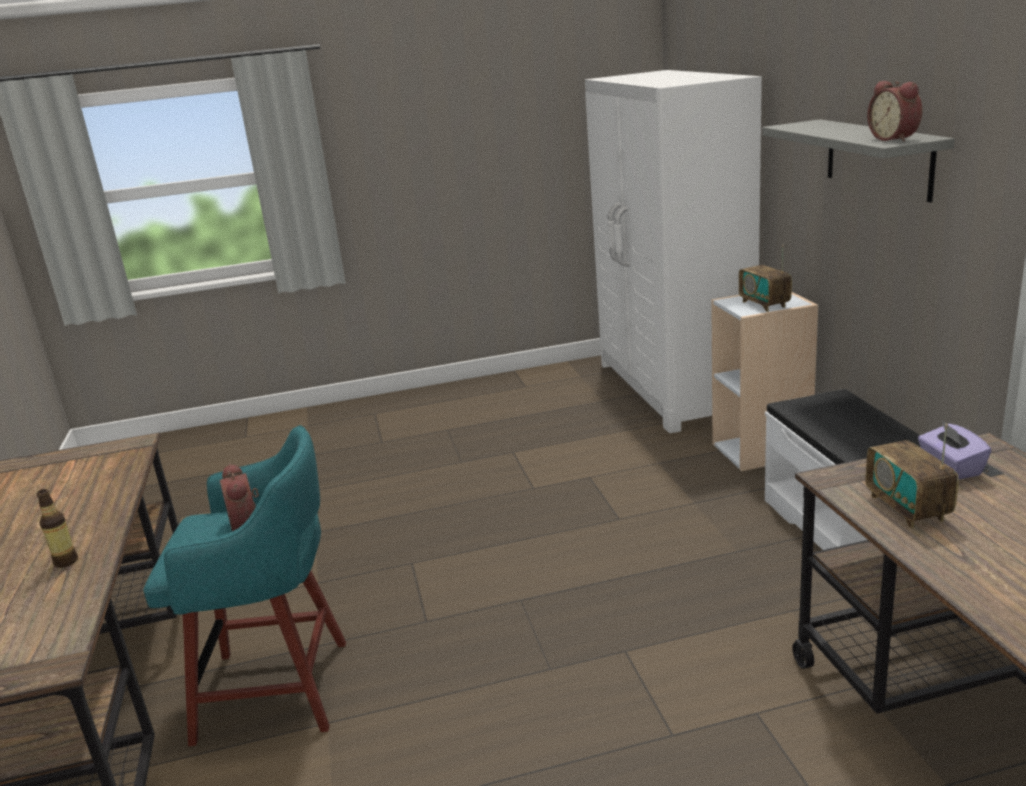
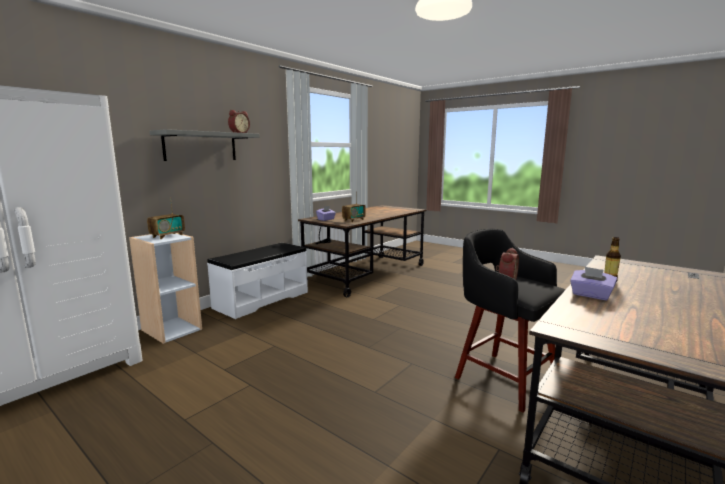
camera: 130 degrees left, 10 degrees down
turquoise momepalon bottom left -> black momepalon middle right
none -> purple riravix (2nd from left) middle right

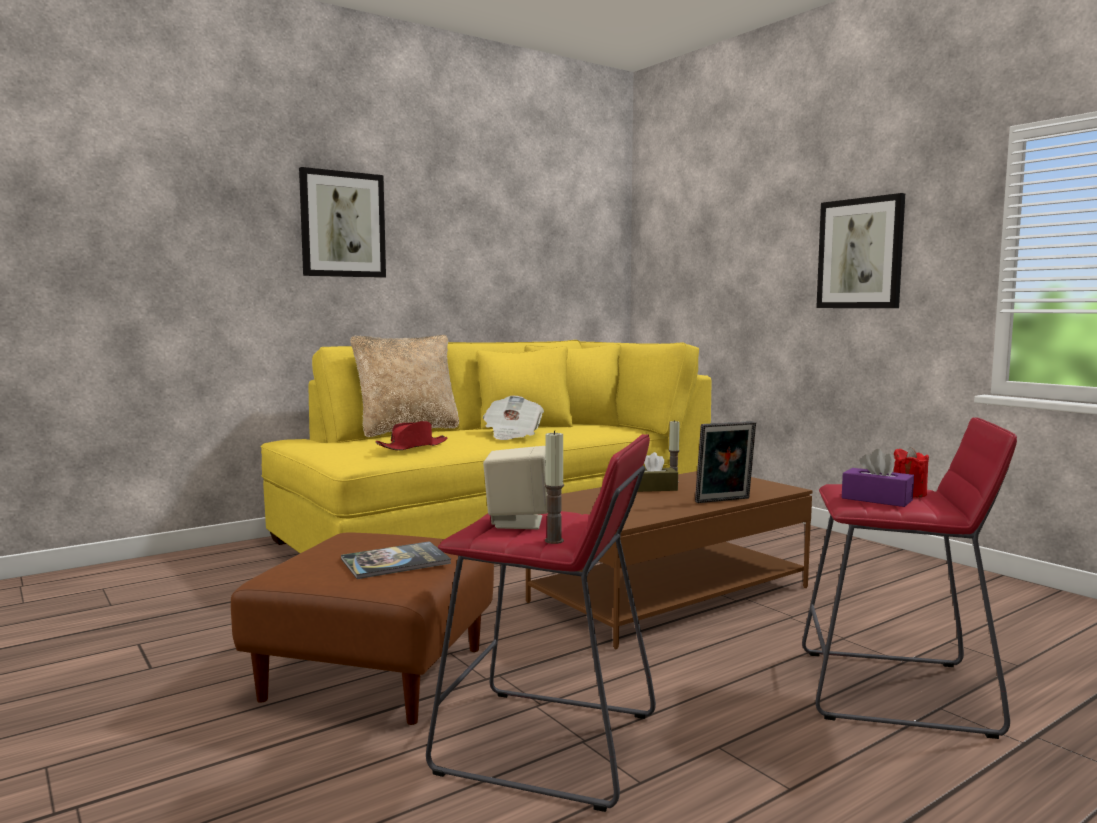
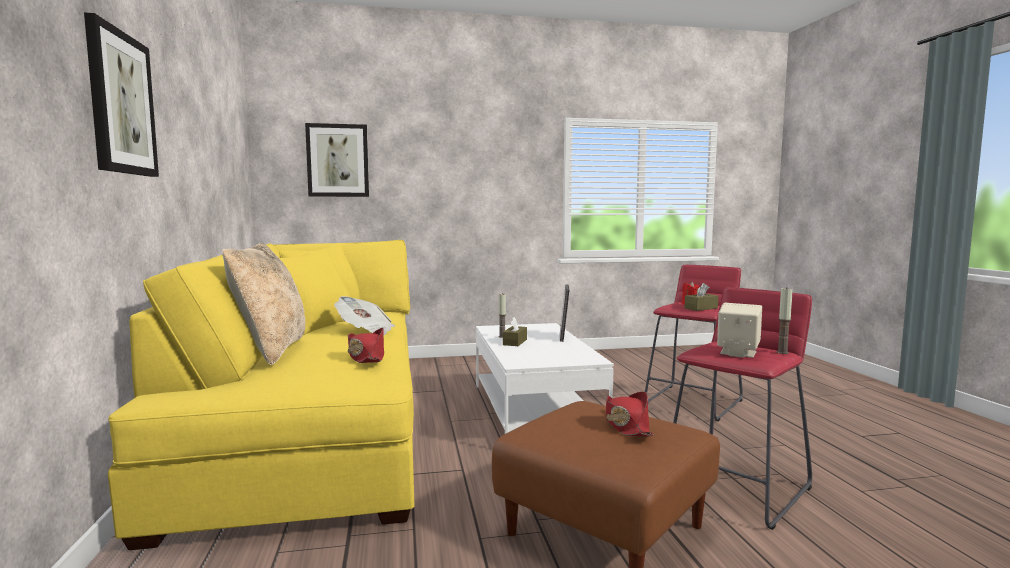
camera: 65 degrees left, 0 degrees up
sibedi bottom centre -> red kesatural (2nd from left) bottom centre
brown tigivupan bottom centre -> white tigivupan centre
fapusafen (2nd from left) top right -> fapusafen (2nd from left) top centre, move
purple riravix middle right -> brown riravix (2nd from left) middle right

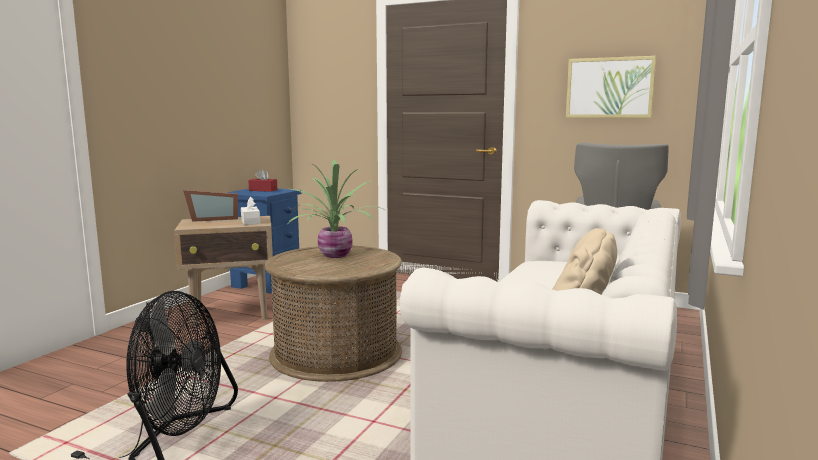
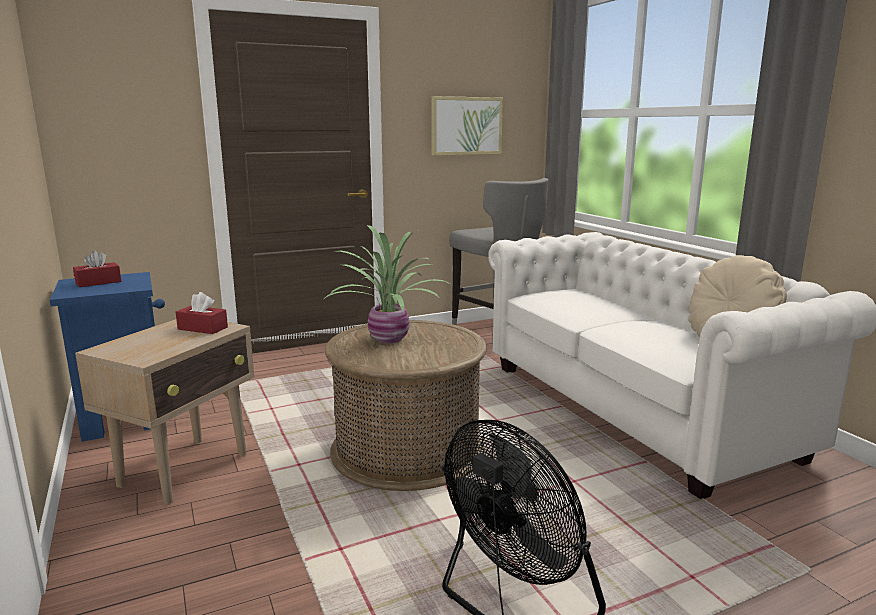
camera: 50 degrees left, 5 degrees up
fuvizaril middle left -> none
white riravix middle left -> red riravix (2nd from left) middle left

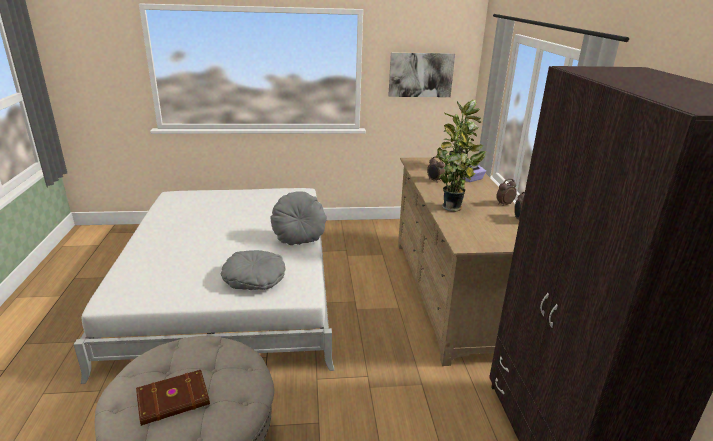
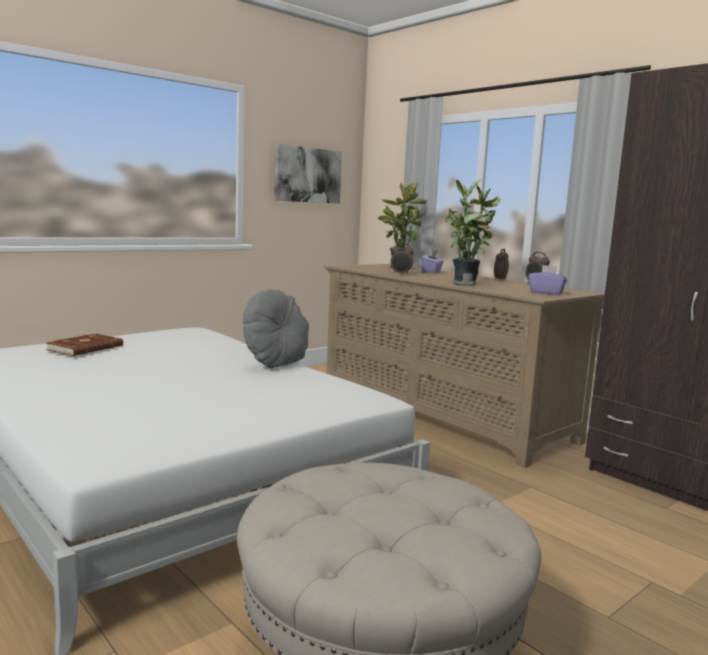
camera: 35 degrees left, 15 degrees down
brown sibedi bottom left -> brown sibedi middle left, move
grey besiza (1st from left) centre -> none
none -> purple riravix (2nd from left) middle right

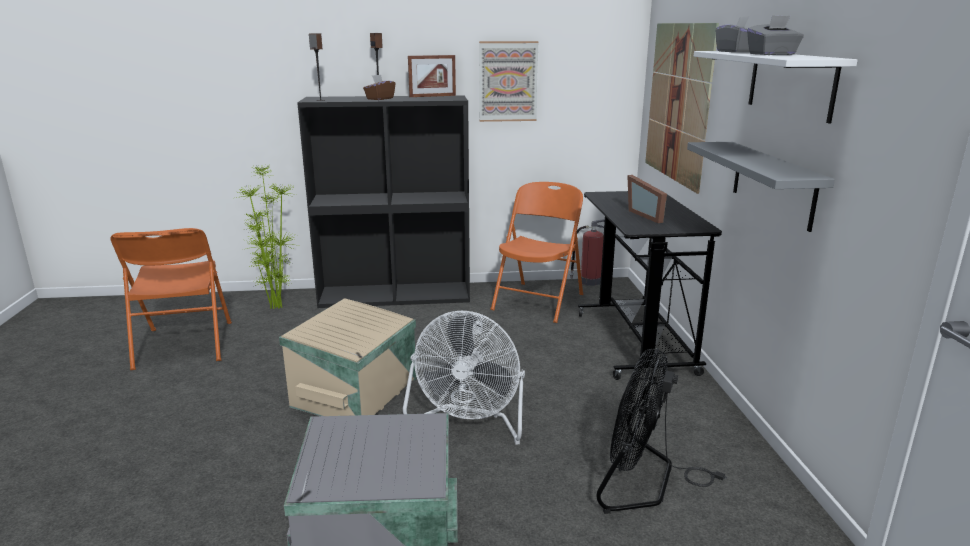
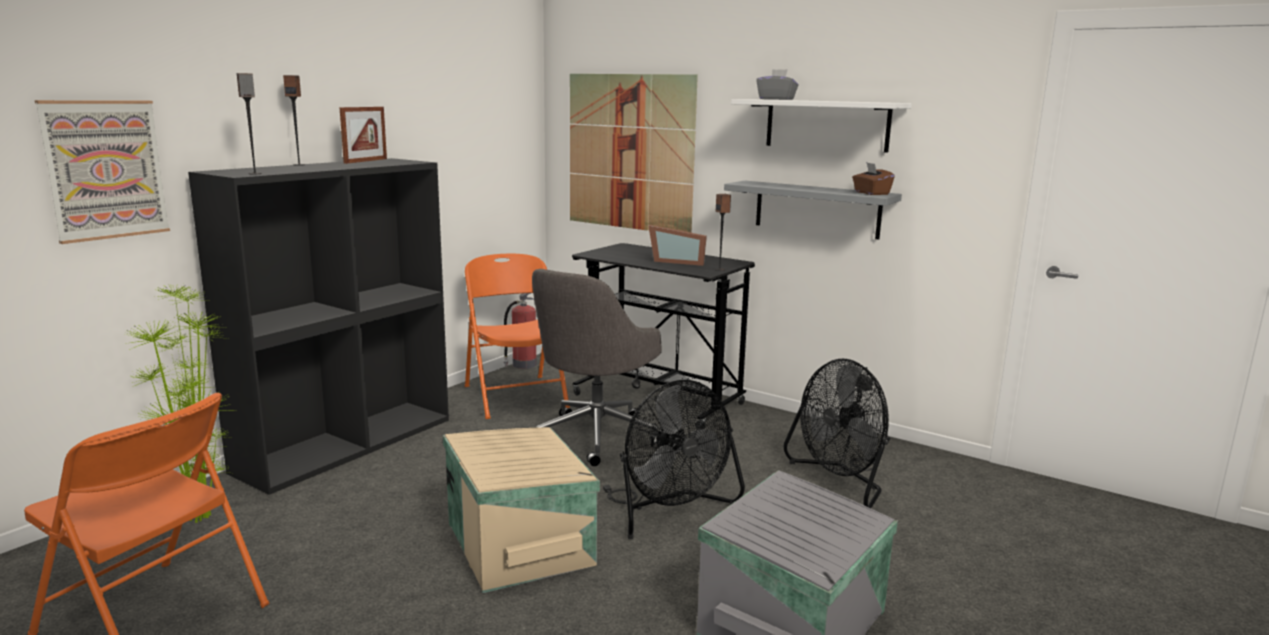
camera: 50 degrees left, 5 degrees down
brown riravix top centre -> brown riravix top right, move
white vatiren bottom centre -> black vatiren (1st from left) bottom centre
fapusafen (1st from left) top centre -> fapusafen (1st from left) top left, move
grey riravix (2nd from left) top right -> none
none -> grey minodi centre
none -> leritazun (3rd from left) centre

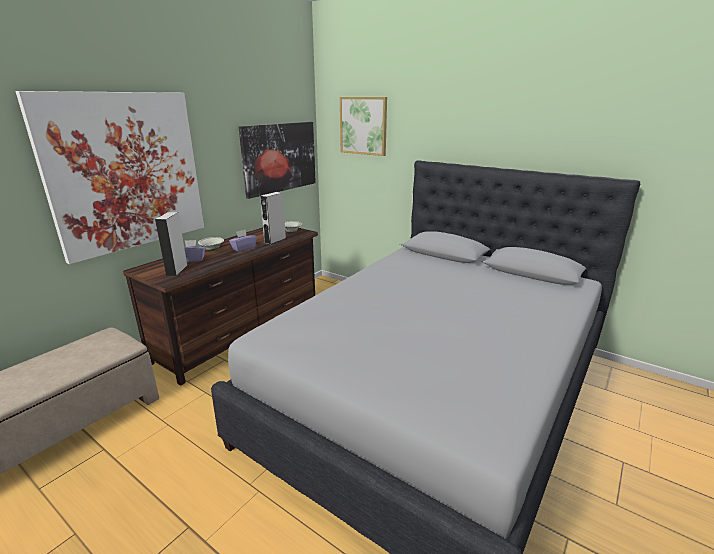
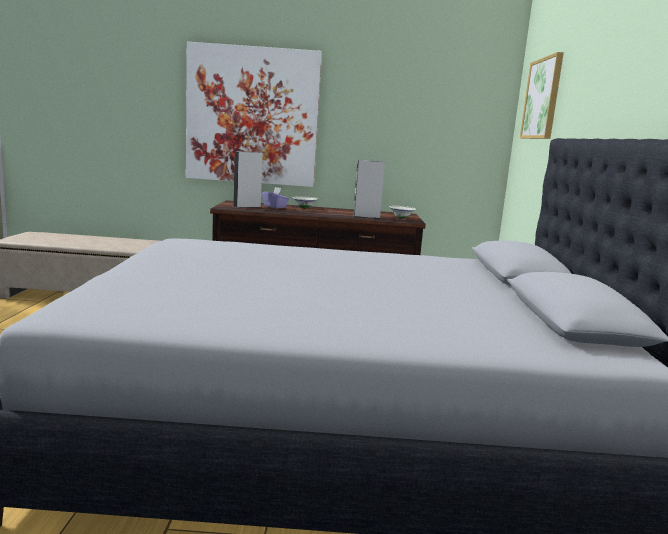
camera: 55 degrees right, 10 degrees down
purple riravix (2nd from left) centre -> none
fapusafen (2nd from left) top centre -> none

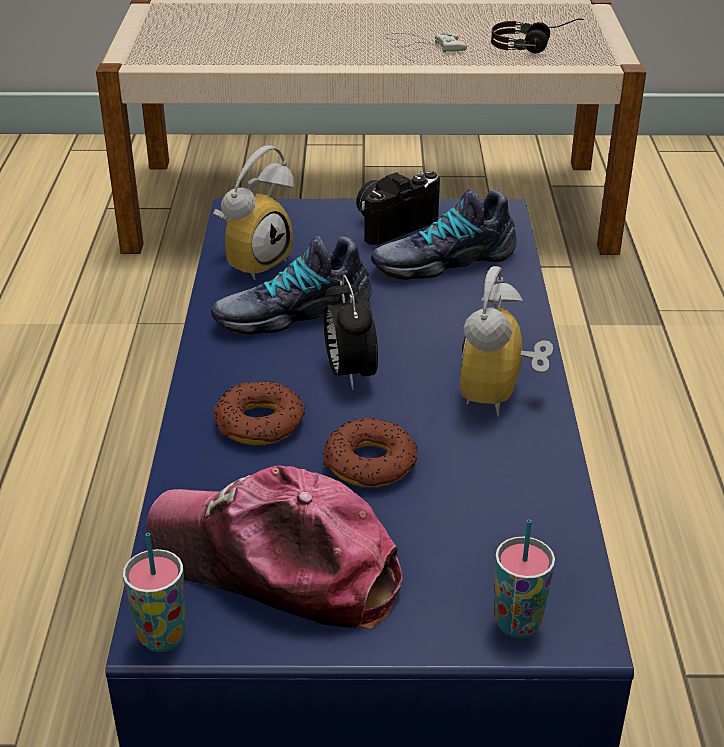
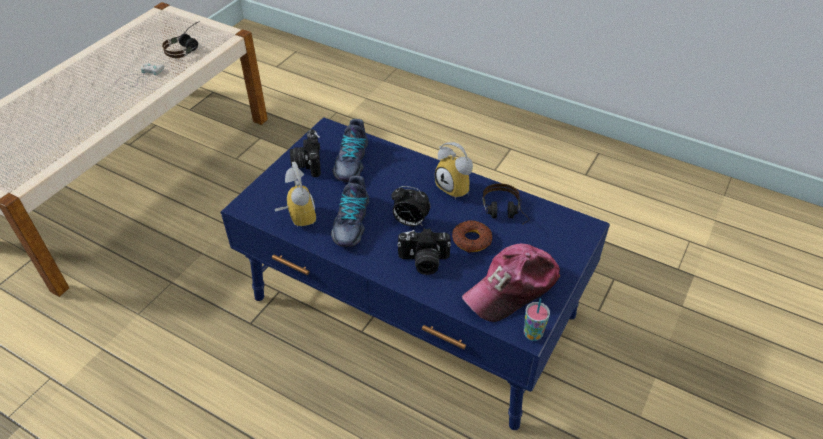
camera: 60 degrees left, 10 degrees up
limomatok (1st from left) centre -> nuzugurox (2nd from left) centre
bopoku (2nd from left) bottom right -> none
none -> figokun (2nd from left) centre

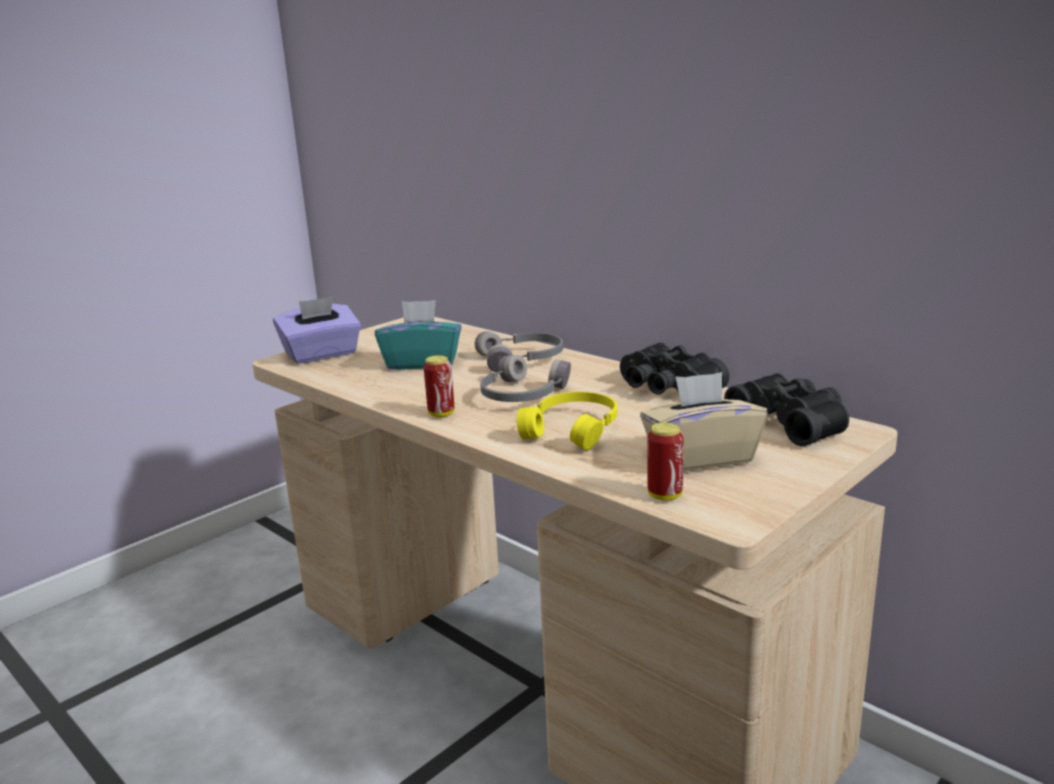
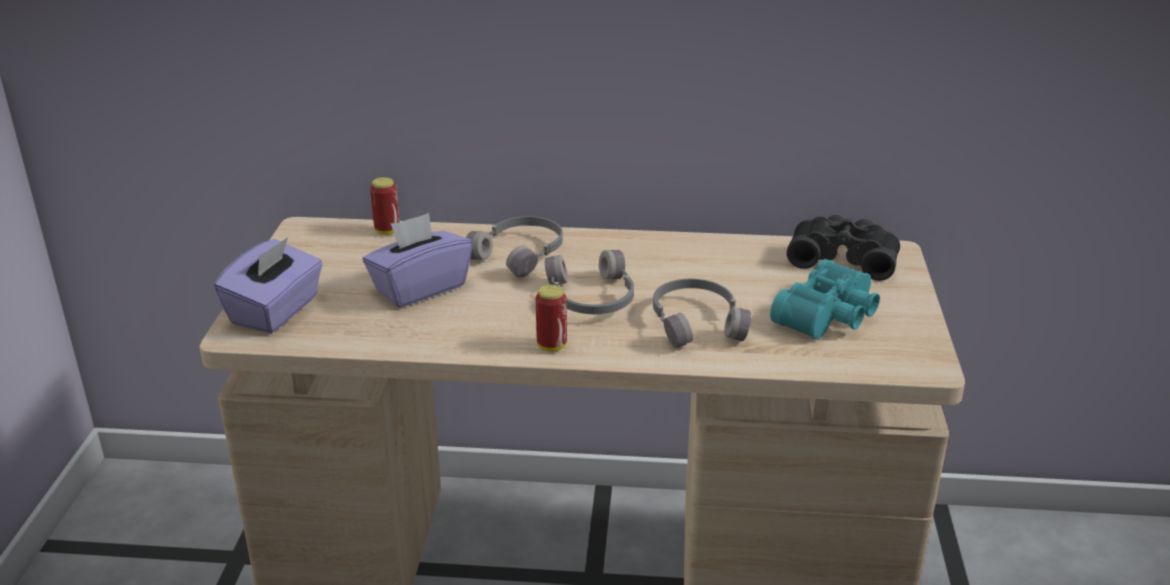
camera: 40 degrees left, 10 degrees up
turquoise riravix centre -> purple riravix (2nd from left) centre
yellow figokun centre -> grey figokun (3rd from left) centre
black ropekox (1st from left) centre -> none
beige riravix middle right -> turquoise ropekox middle right
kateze (2nd from left in the first image) centre -> kateze (1st from left) middle left, move

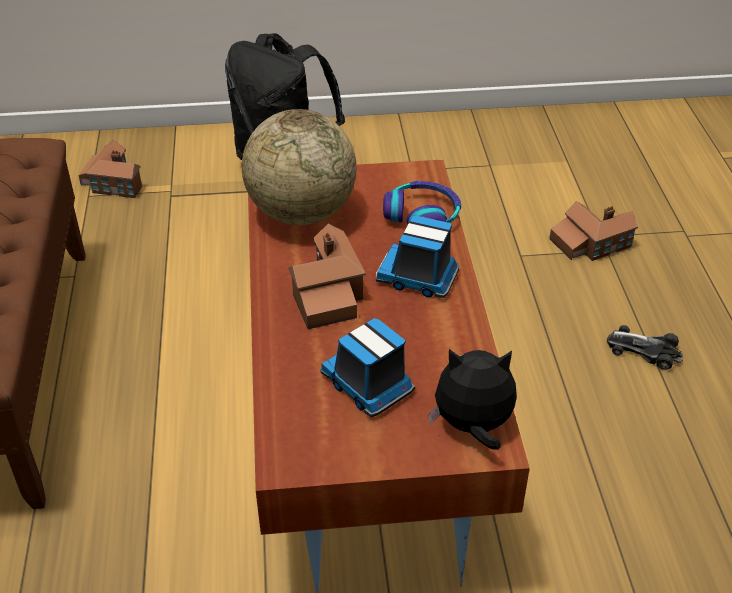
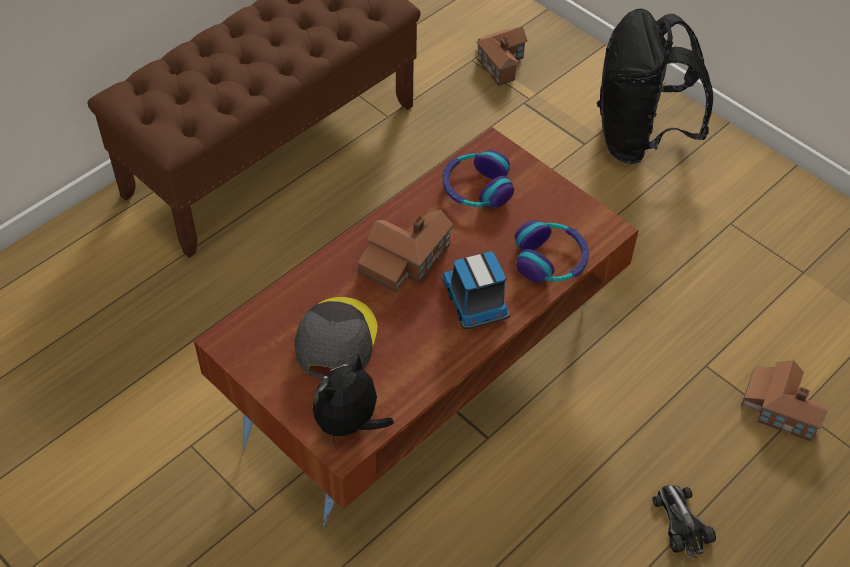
camera: 50 degrees right, 10 degrees up
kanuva top centre -> figokun (1st from left) top centre
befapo (1st from left) centre -> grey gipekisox centre
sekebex bottom centre, 105 degrees counterclockwise

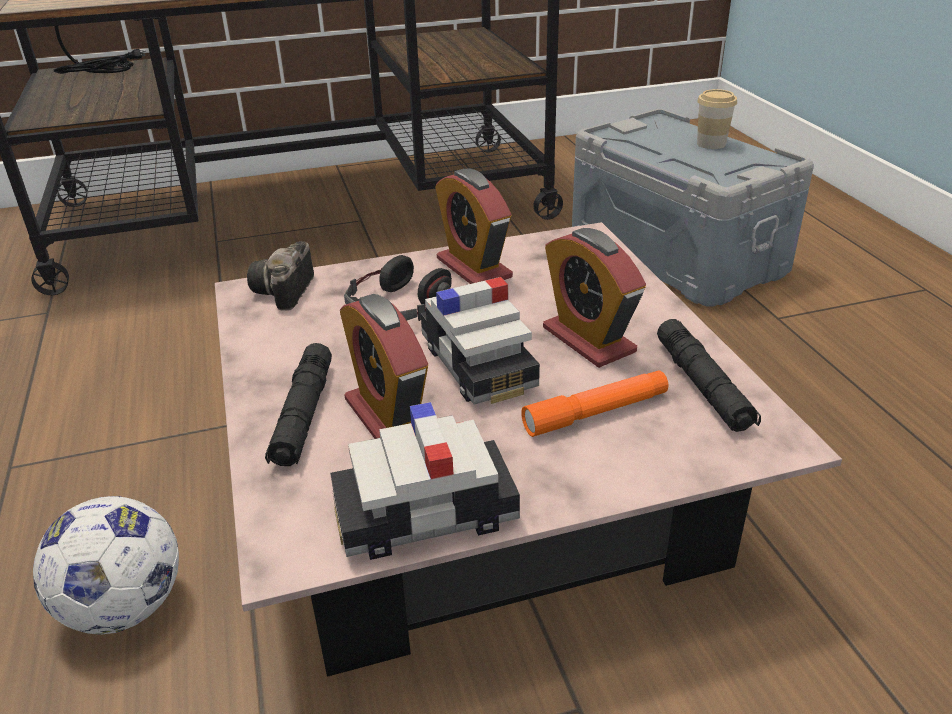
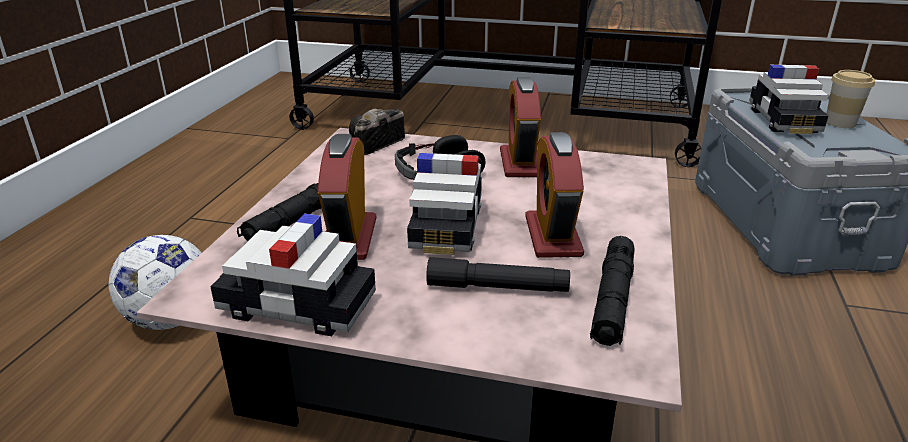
camera: 30 degrees right, 5 degrees down
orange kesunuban centre -> black kesunuban (2nd from left) centre
none -> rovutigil (3rd from left) top right

